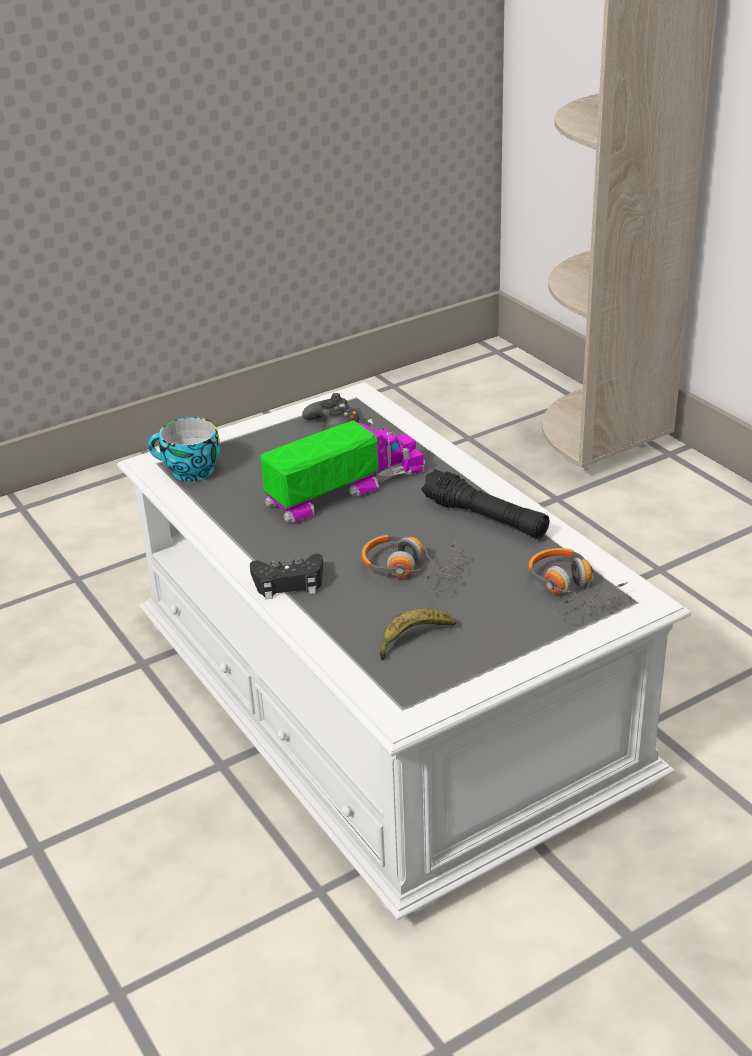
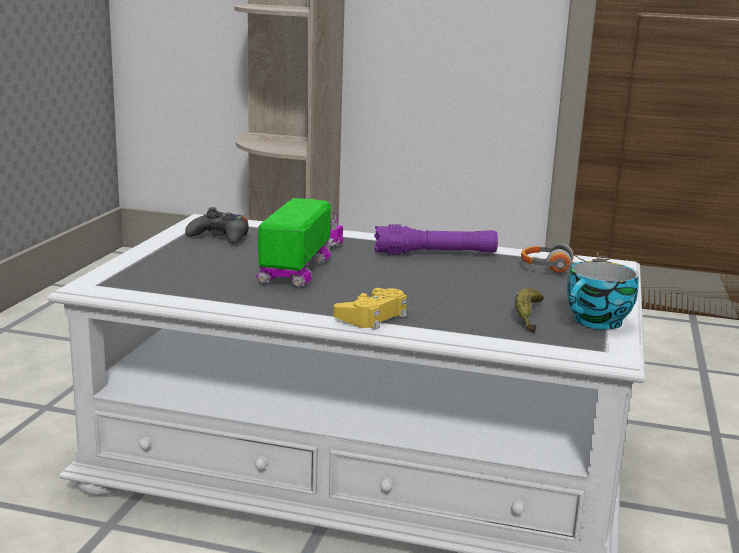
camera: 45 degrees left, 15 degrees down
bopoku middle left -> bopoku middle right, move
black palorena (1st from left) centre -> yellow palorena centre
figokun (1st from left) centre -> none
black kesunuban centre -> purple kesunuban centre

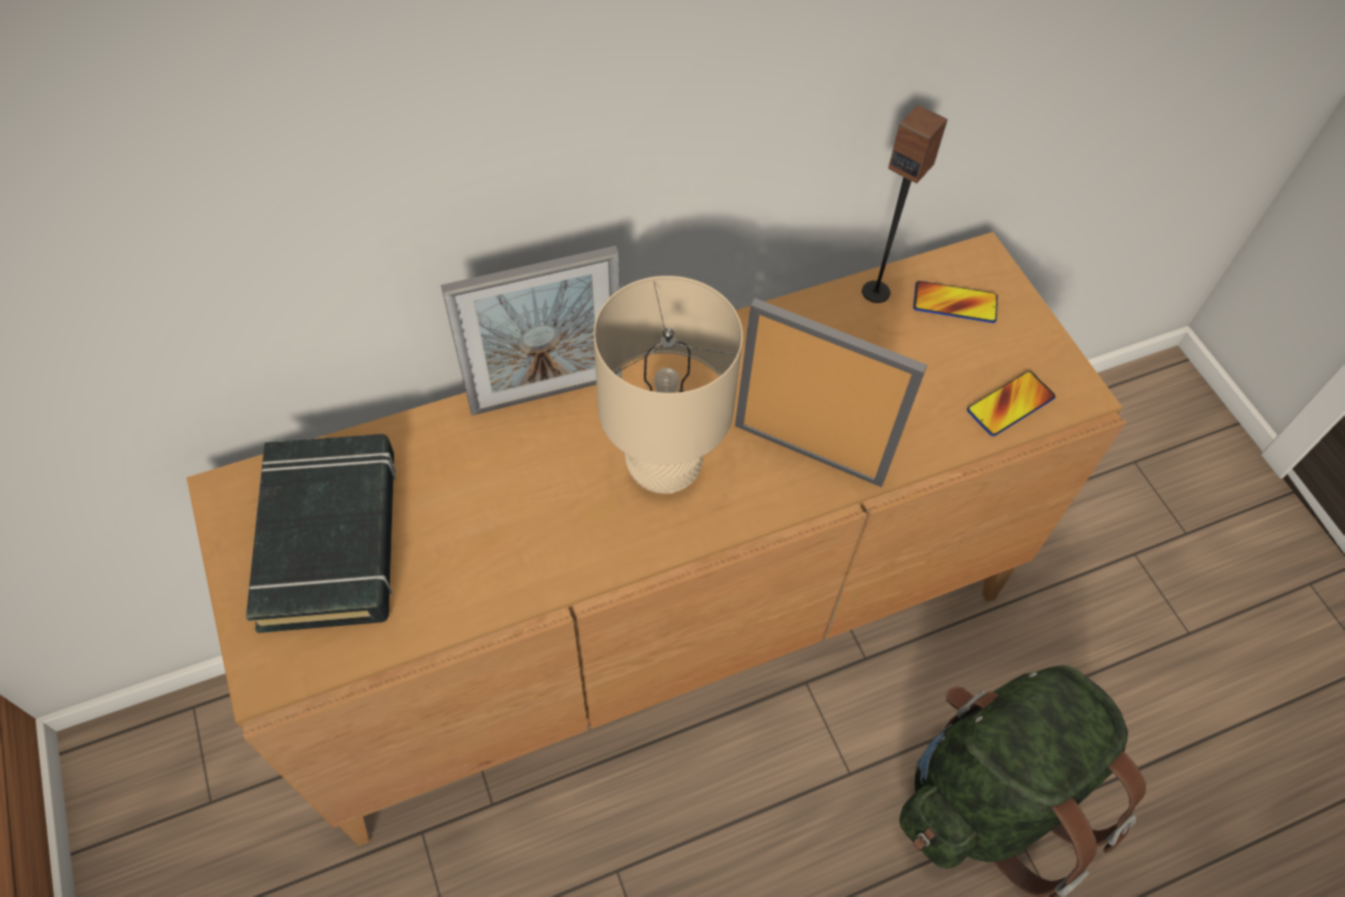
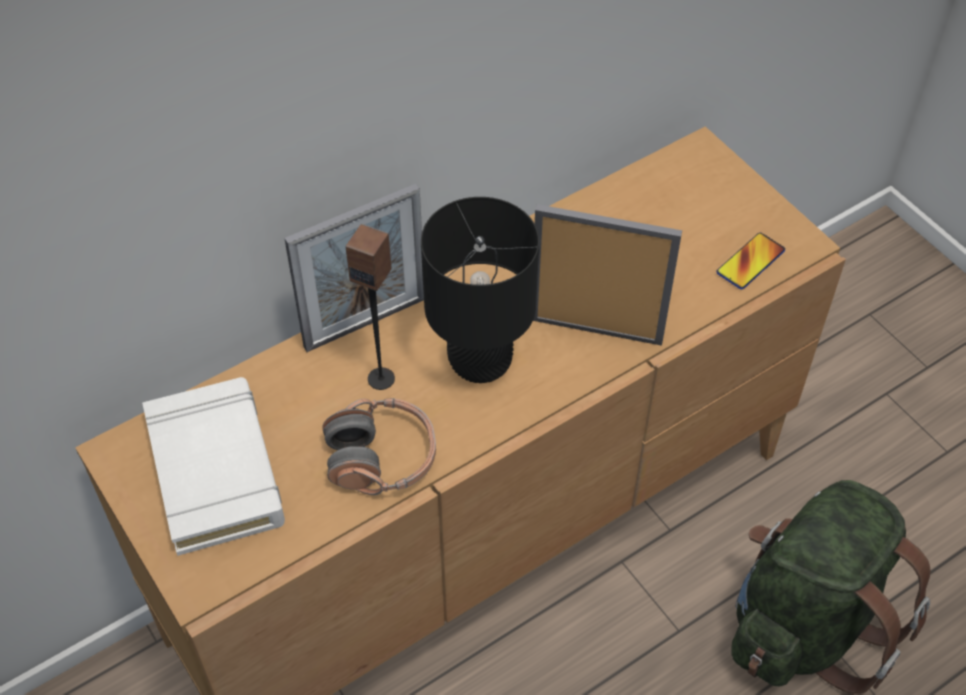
camera: 10 degrees left, 5 degrees down
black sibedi middle left -> white sibedi bottom left
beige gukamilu centre -> black gukamilu centre
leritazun top right -> leritazun centre, move
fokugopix (1st from left) middle right -> none
none -> figokun centre

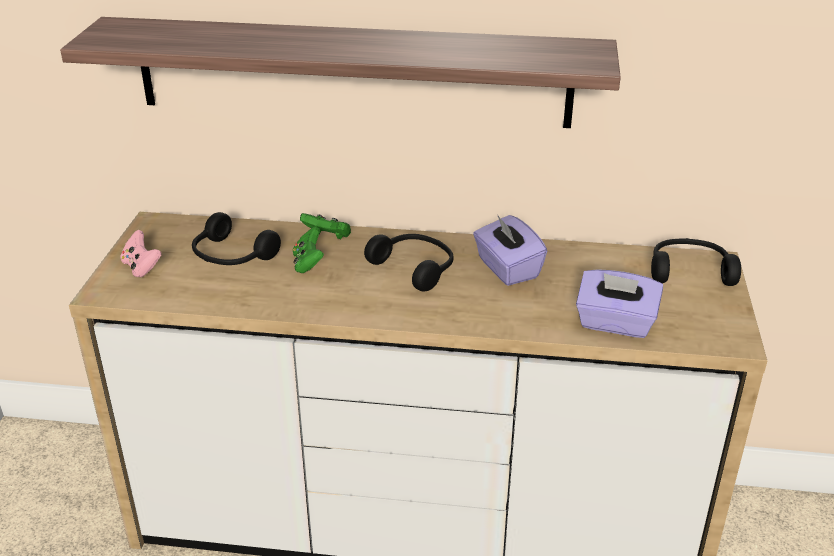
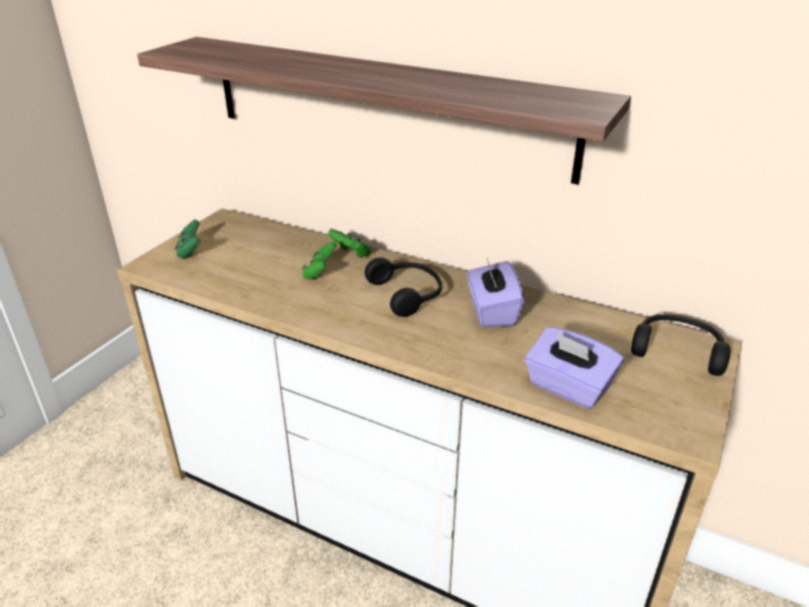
camera: 20 degrees right, 0 degrees up
pink palorena middle left -> green palorena (1st from left) middle left
black figokun (1st from left) middle left -> none

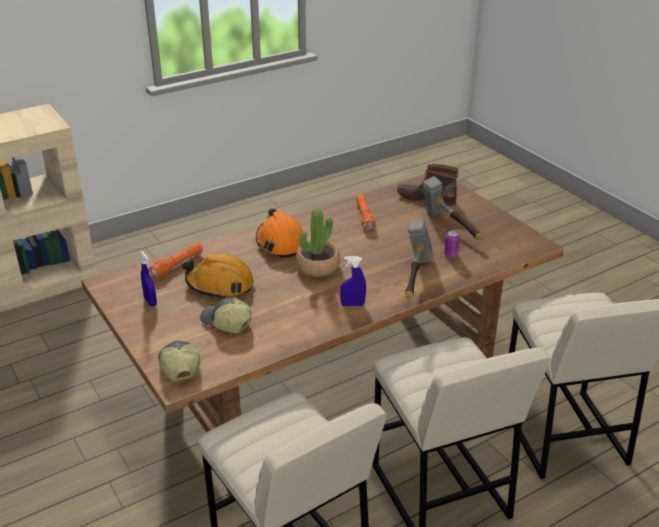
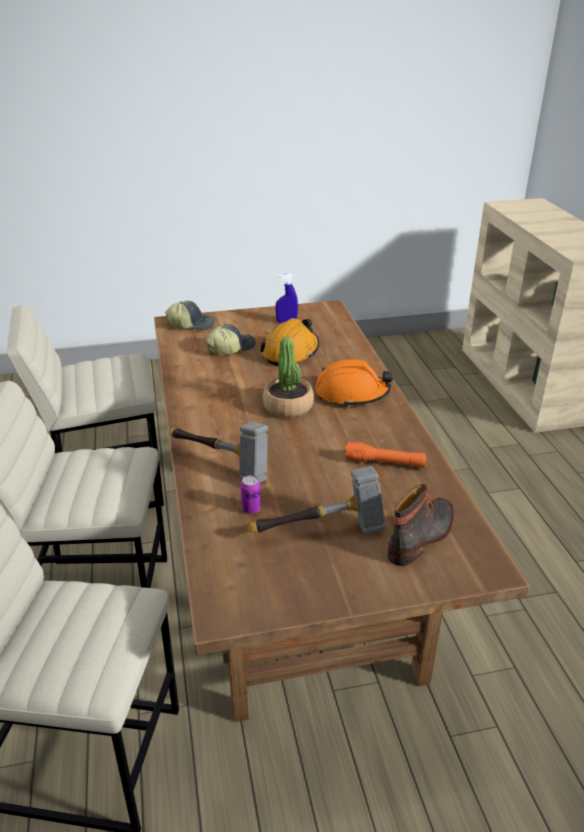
camera: 110 degrees right, 0 degrees up
orange kesunuban (1st from left) middle left -> none
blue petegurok (2nd from left) centre -> none

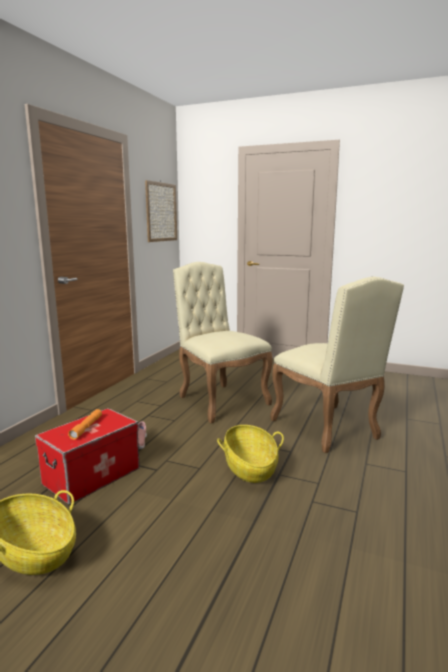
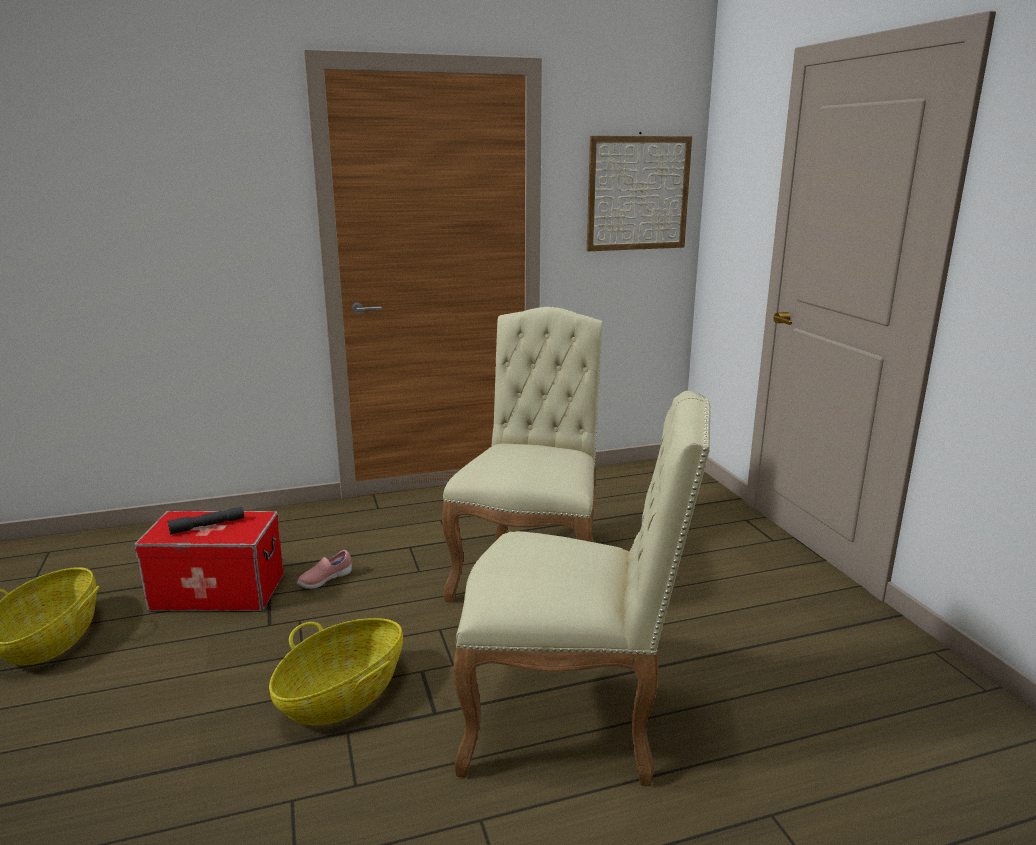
camera: 50 degrees right, 5 degrees up
orange kesunuban middle left -> grey kesunuban middle left
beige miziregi (2nd from left) middle right -> beige miziregi (2nd from left) bottom centre, 105 degrees counterclockwise

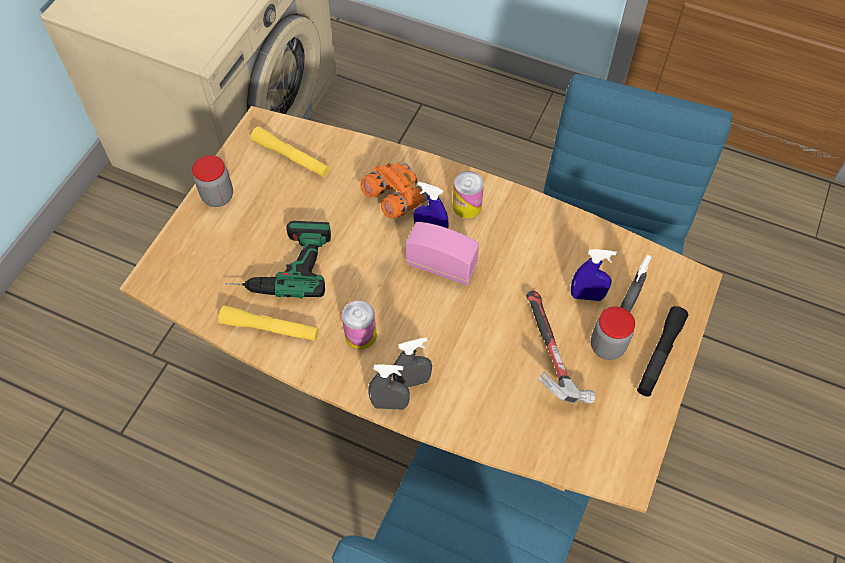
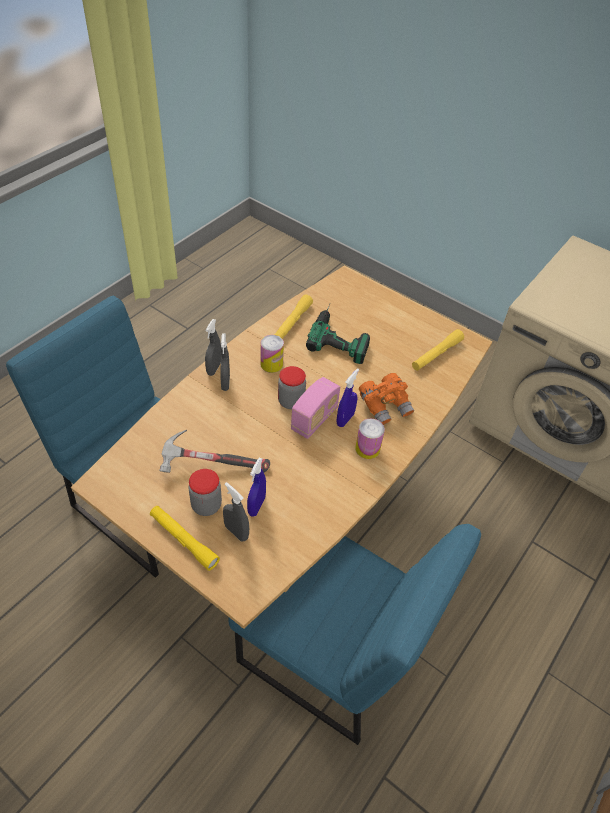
camera: 100 degrees right, 10 degrees down
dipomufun (1st from left in the first image) top left -> dipomufun (2nd from left) centre, move
black kesunuban middle right -> yellow kesunuban (1st from left) middle left

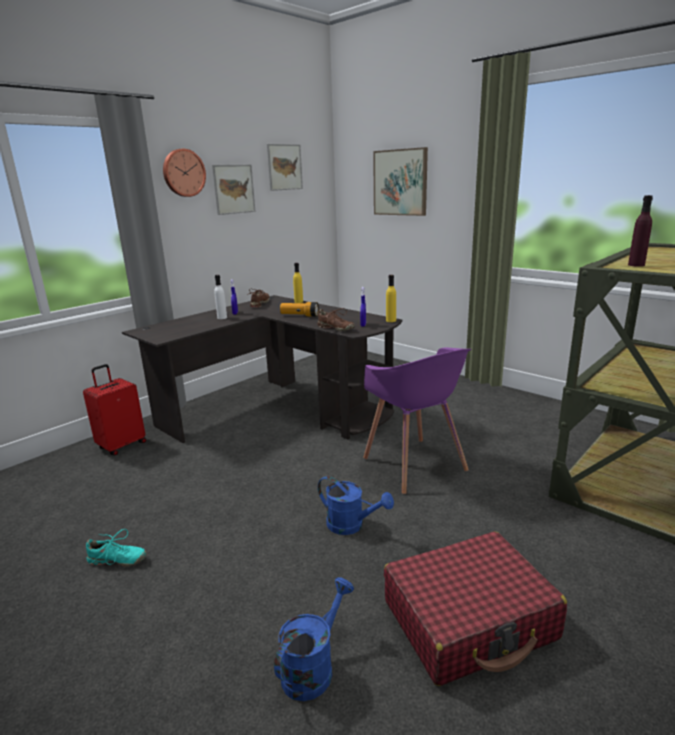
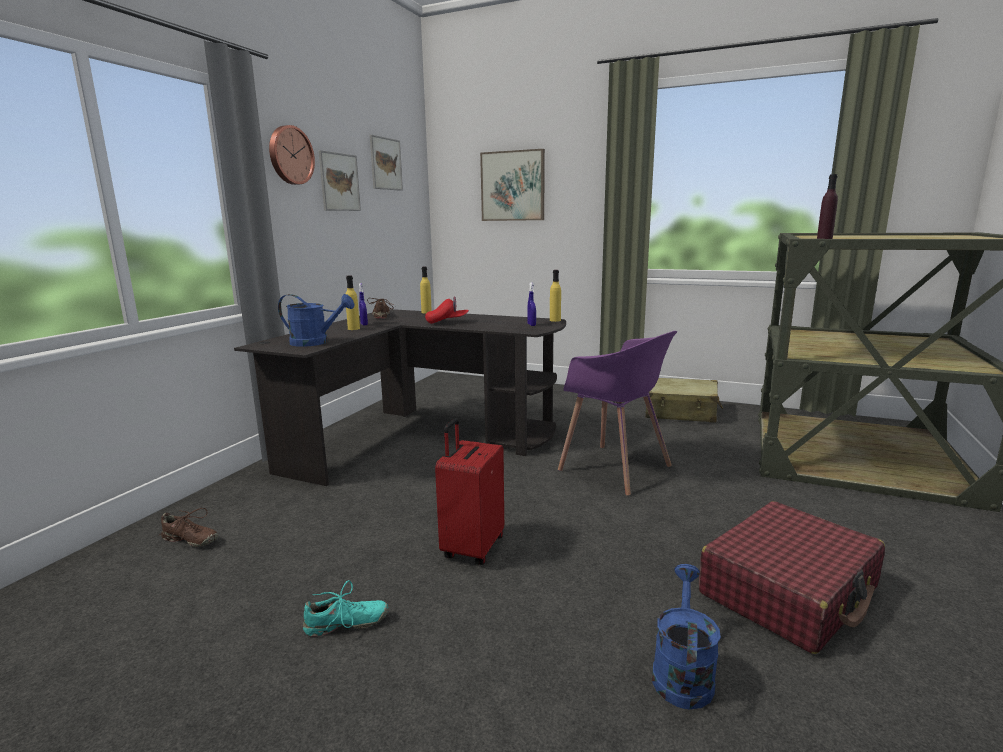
camera: 20 degrees left, 5 degrees down
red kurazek (1st from left) middle left -> red kurazek (1st from left) centre, move
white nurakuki middle left -> yellow nurakuki (1st from left) centre
kesunuban centre -> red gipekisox centre
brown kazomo (2nd from left in the first image) centre -> brown kazomo (1st from left) bottom left, move
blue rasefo (2nd from left in the first image) bottom centre -> blue rasefo (1st from left) middle left, move
none -> beige kurazek middle right

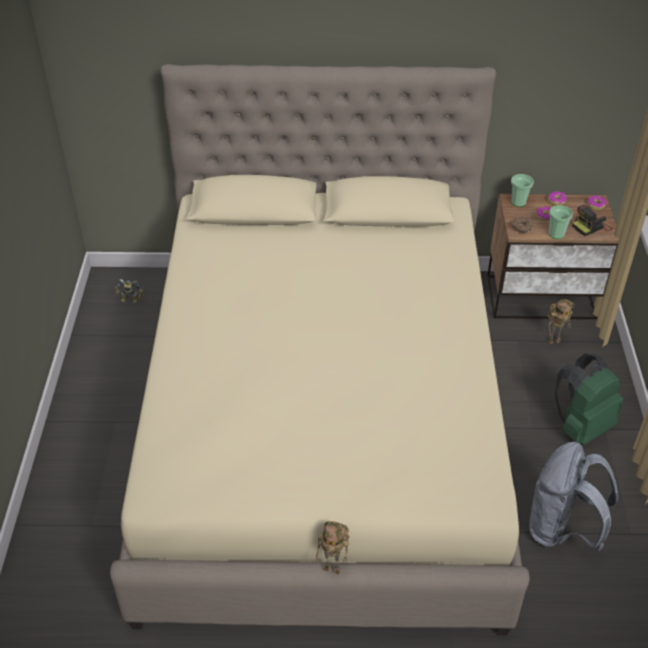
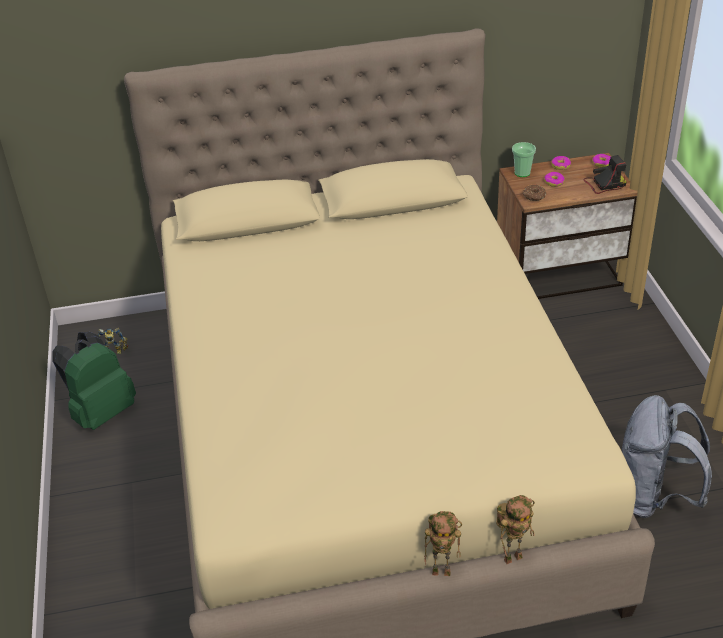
camera: 10 degrees left, 5 degrees down
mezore (3rd from left) middle right -> mezore (3rd from left) bottom right, move
bopoku (2nd from left) middle right -> none
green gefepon middle right -> green gefepon middle left, move
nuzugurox middle right -> nuzugurox top right, 150 degrees counterclockwise

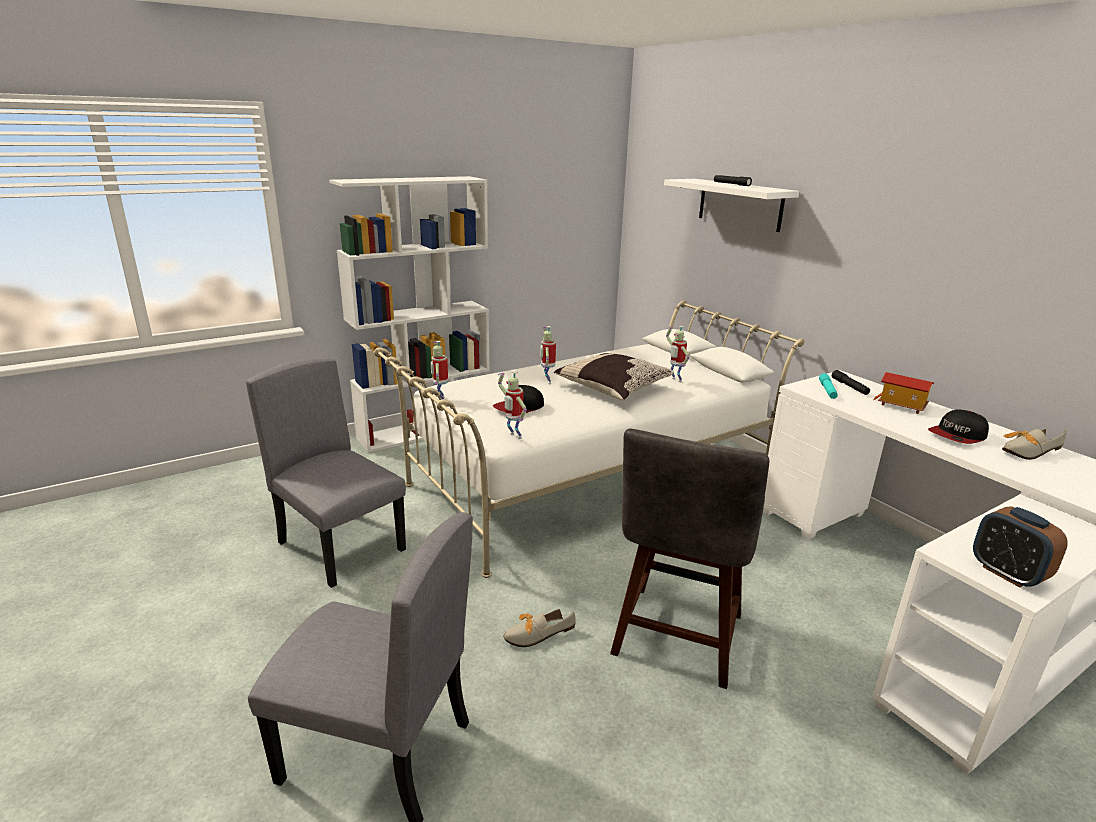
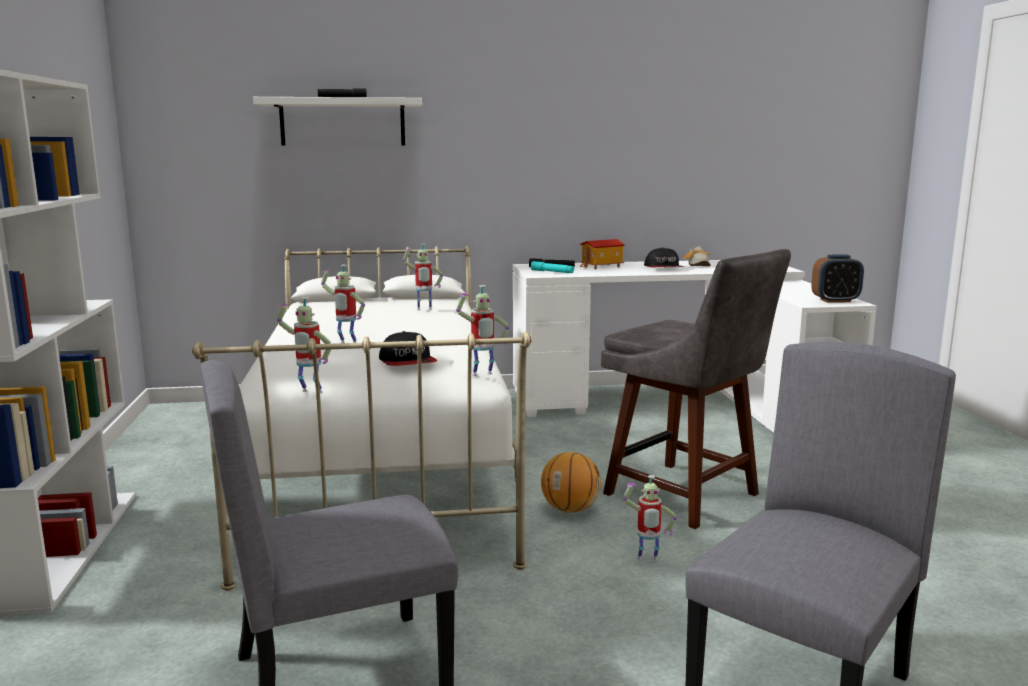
camera: 65 degrees left, 10 degrees down
kazomo (1st from left) bottom centre -> mezore (5th from left) bottom centre
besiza centre -> none
none -> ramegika bottom centre

